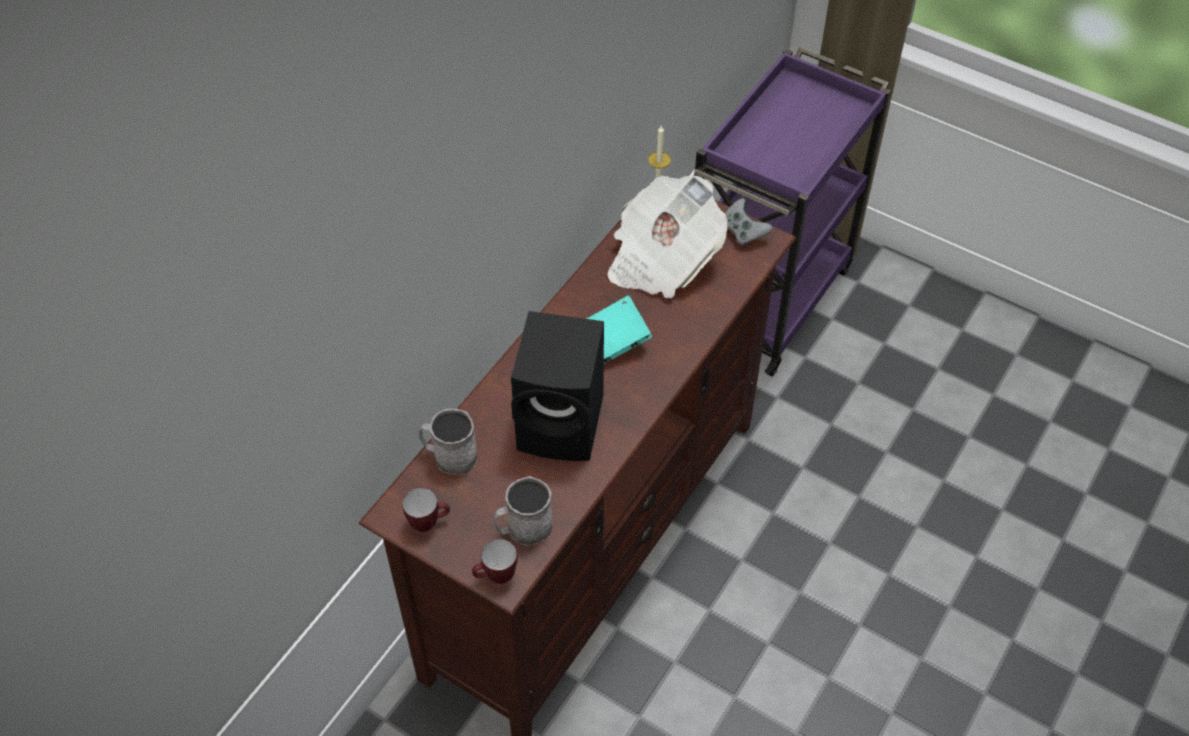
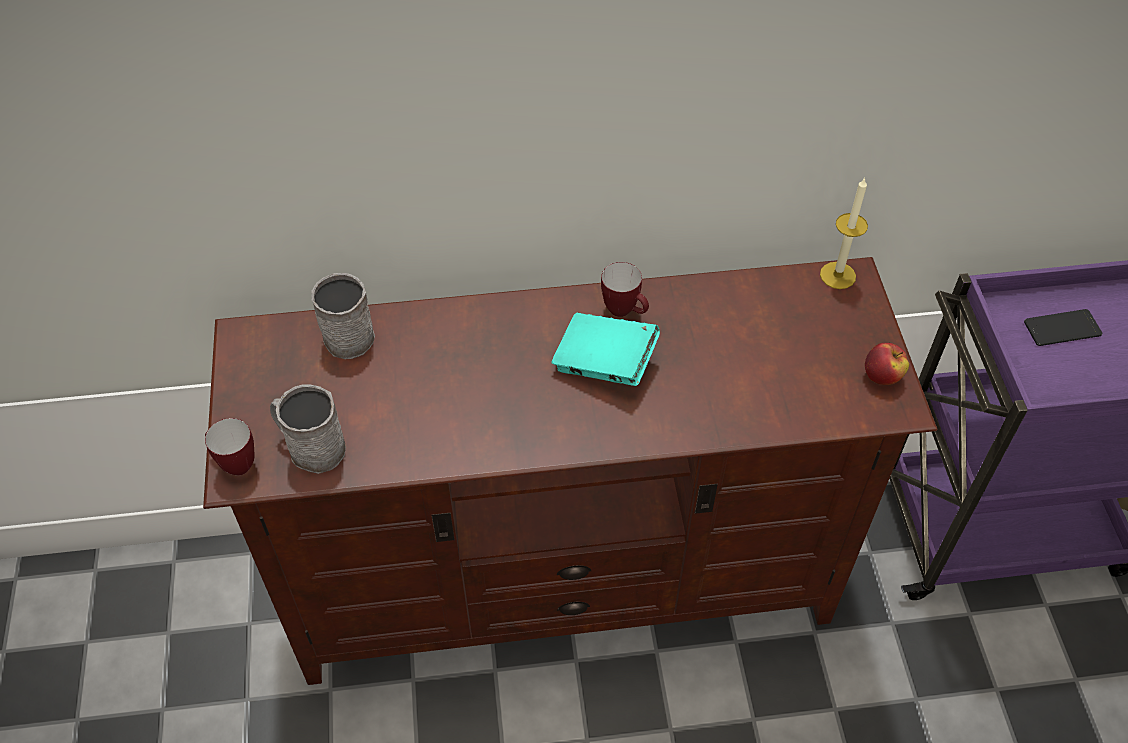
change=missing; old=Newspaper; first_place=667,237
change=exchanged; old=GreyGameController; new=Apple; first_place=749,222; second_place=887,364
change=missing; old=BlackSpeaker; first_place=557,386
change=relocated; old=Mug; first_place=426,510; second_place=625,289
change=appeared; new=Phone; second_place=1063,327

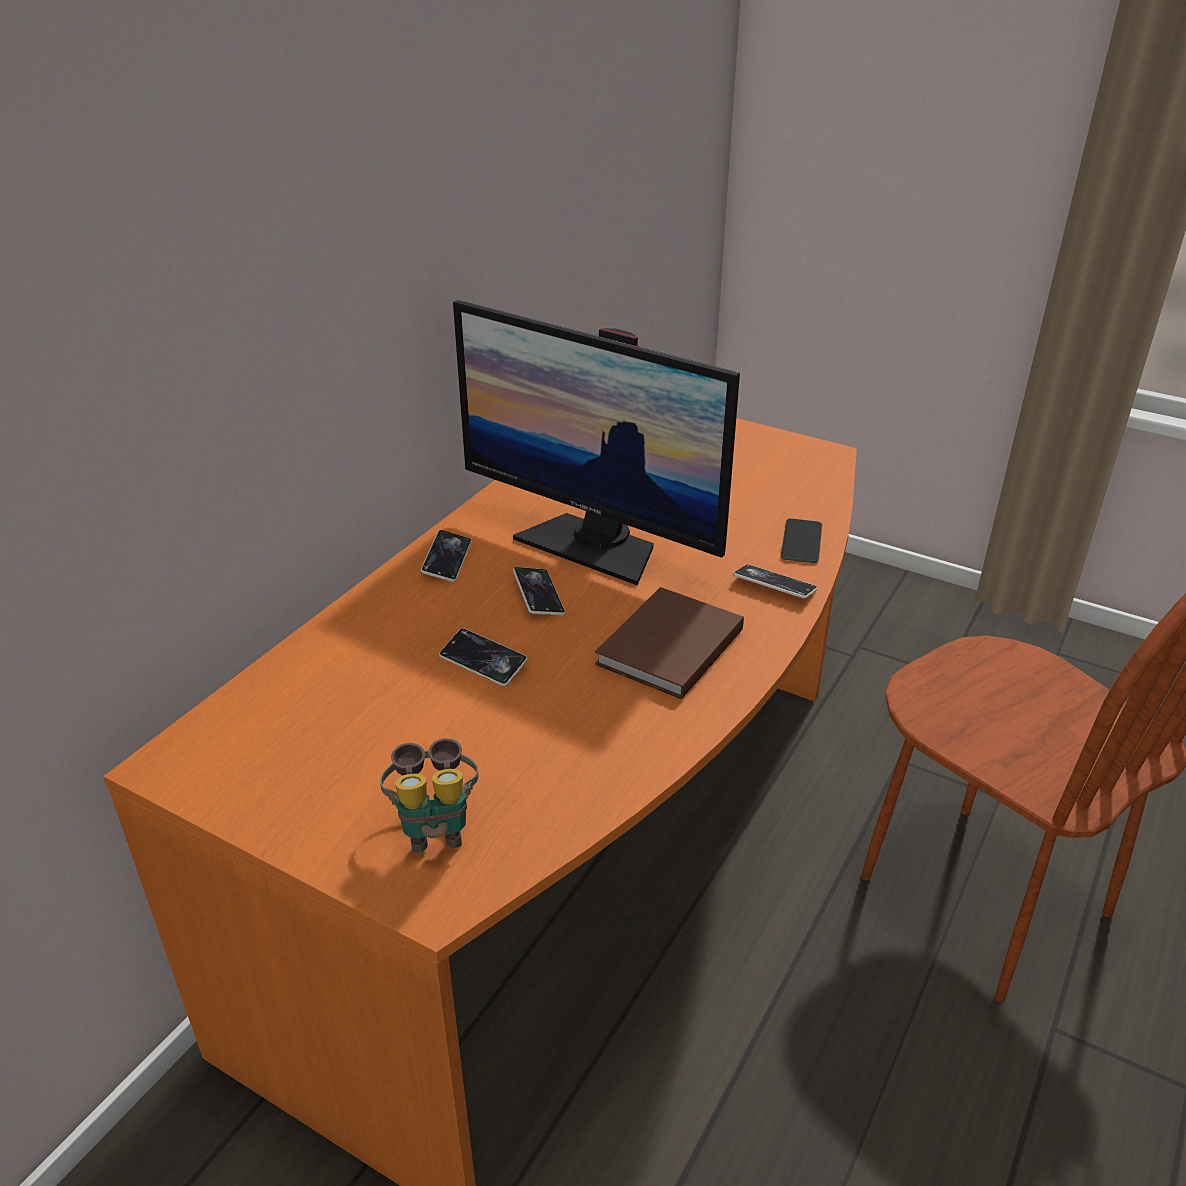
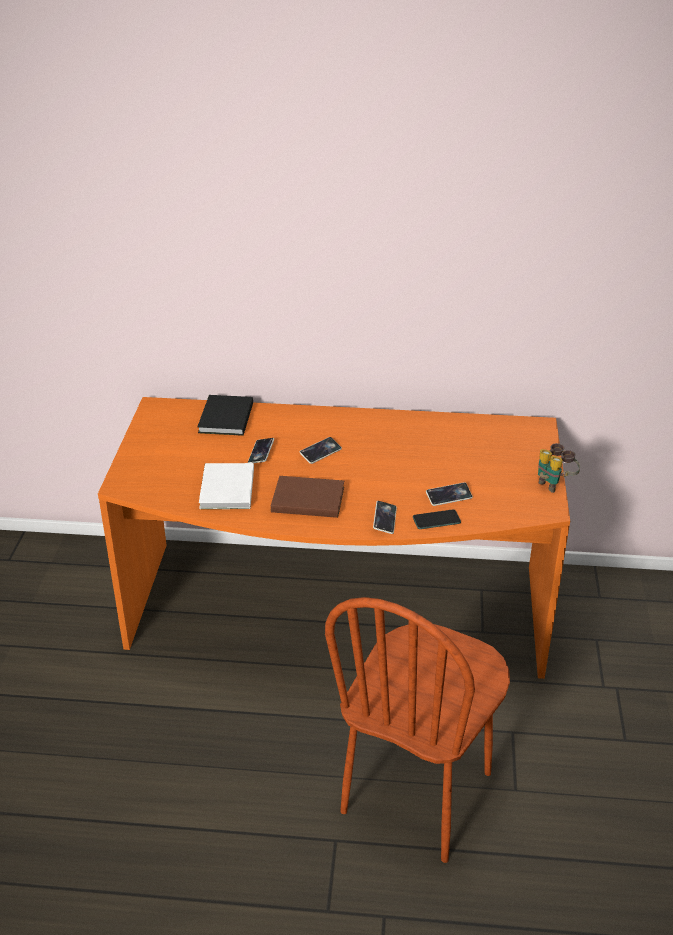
change=missing; old=Monitor; first_place=596,442
change=relocated; old=Phone; first_place=446,556; second_place=449,494
change=relocated; old=Binoculars; first_place=429,795; second_place=559,468
change=appeared; new=BlackBook; second_place=225,415
change=appeared; new=WhiteBook; second_place=226,486

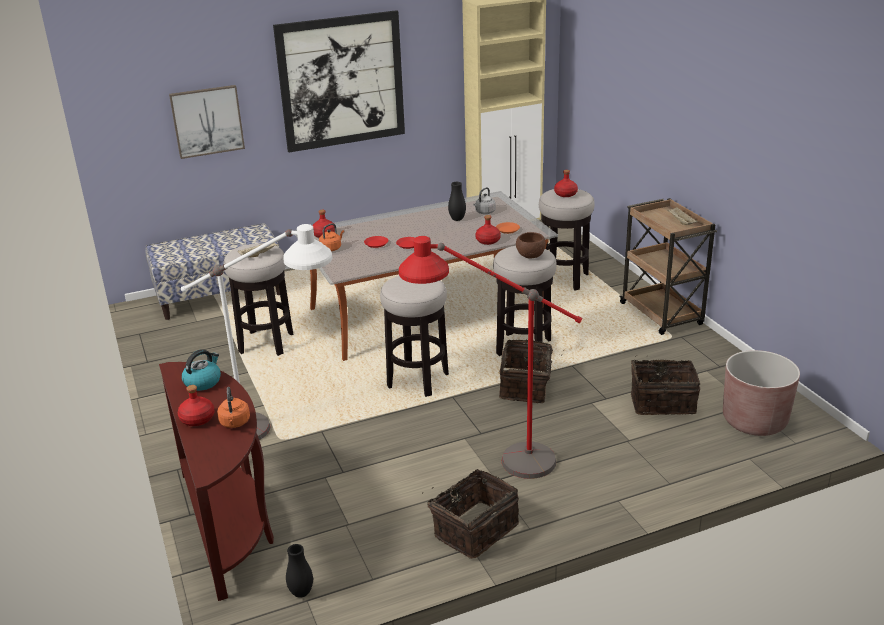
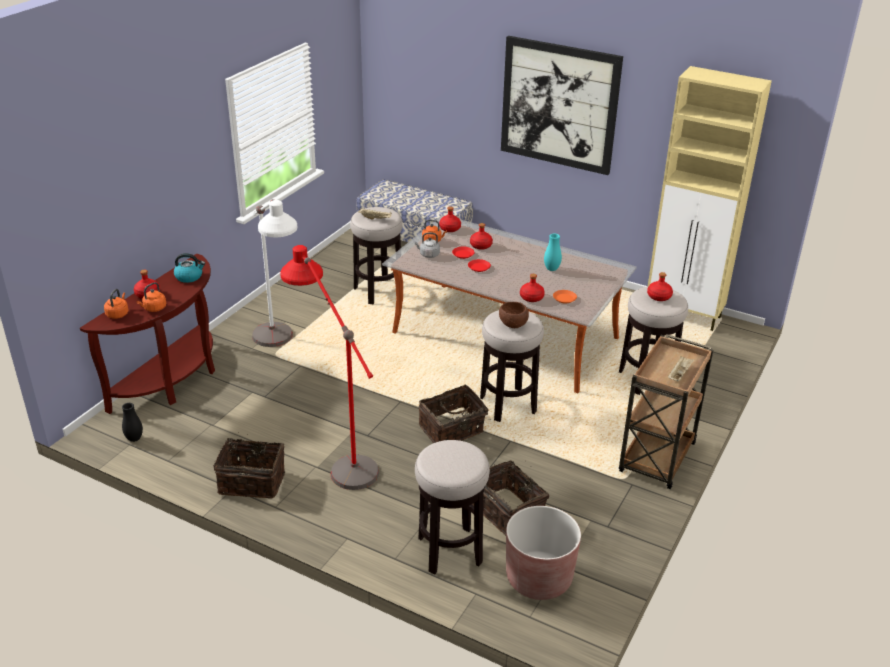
change=missing; old=Picture; first_place=207,122
change=colour; old=BlackVase; new=TurquoiseVase; first_place=457,201; second_place=553,252
change=relocated; old=GreyKettle; first_place=484,200; second_place=427,245
change=relocated; old=Stool; first_place=414,336; second_place=452,507
change=appeared; new=RedBottle; second_place=481,236
change=appeared; new=OrangeKettle; second_place=116,304

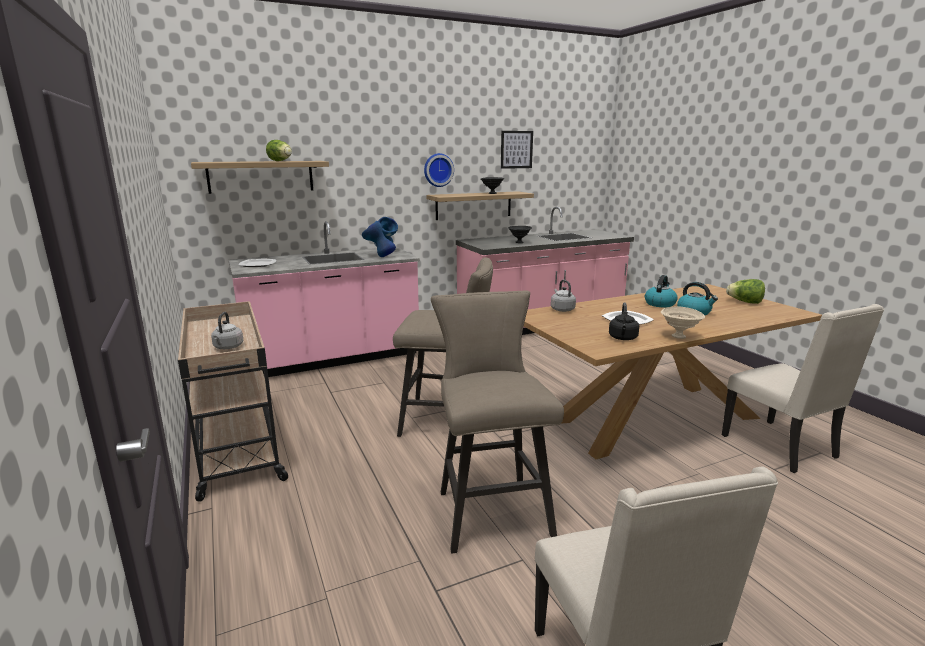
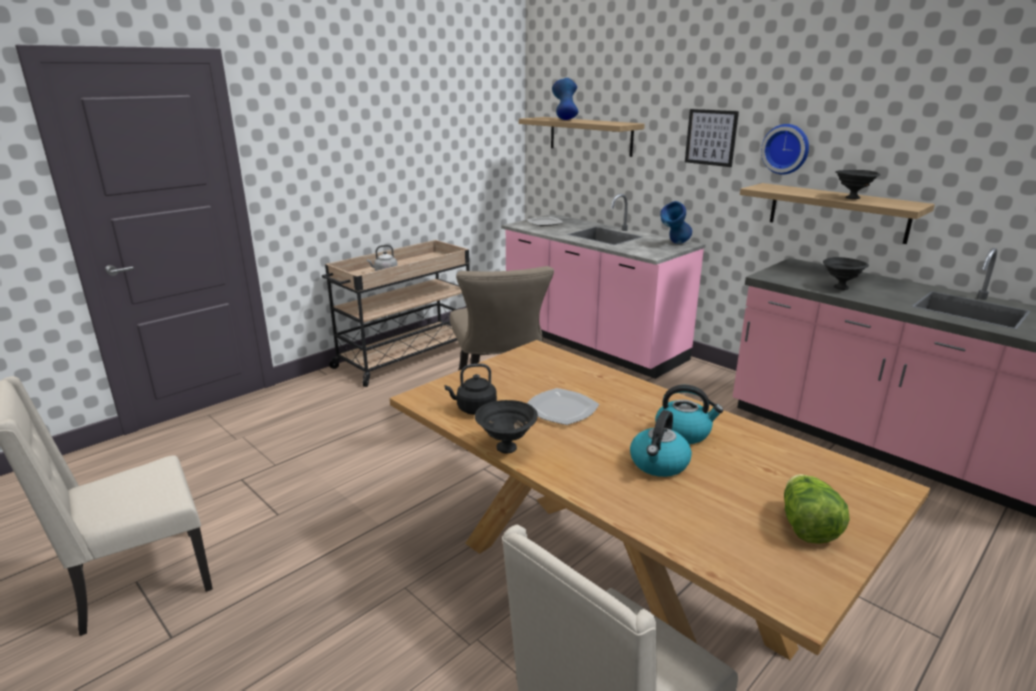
change=relocated; old=Picture; first_place=517,150; second_place=712,138
change=missing; old=Lettuce; first_place=279,150
change=relocated; old=BlueVase; first_place=379,239; second_place=565,99
change=missing; old=GreyKettle; first_place=563,296
change=missing; old=BeigeStool; first_place=497,422
change=colour; old=BeigeBowl; new=BlackBowl; first_place=683,322; second_place=506,426

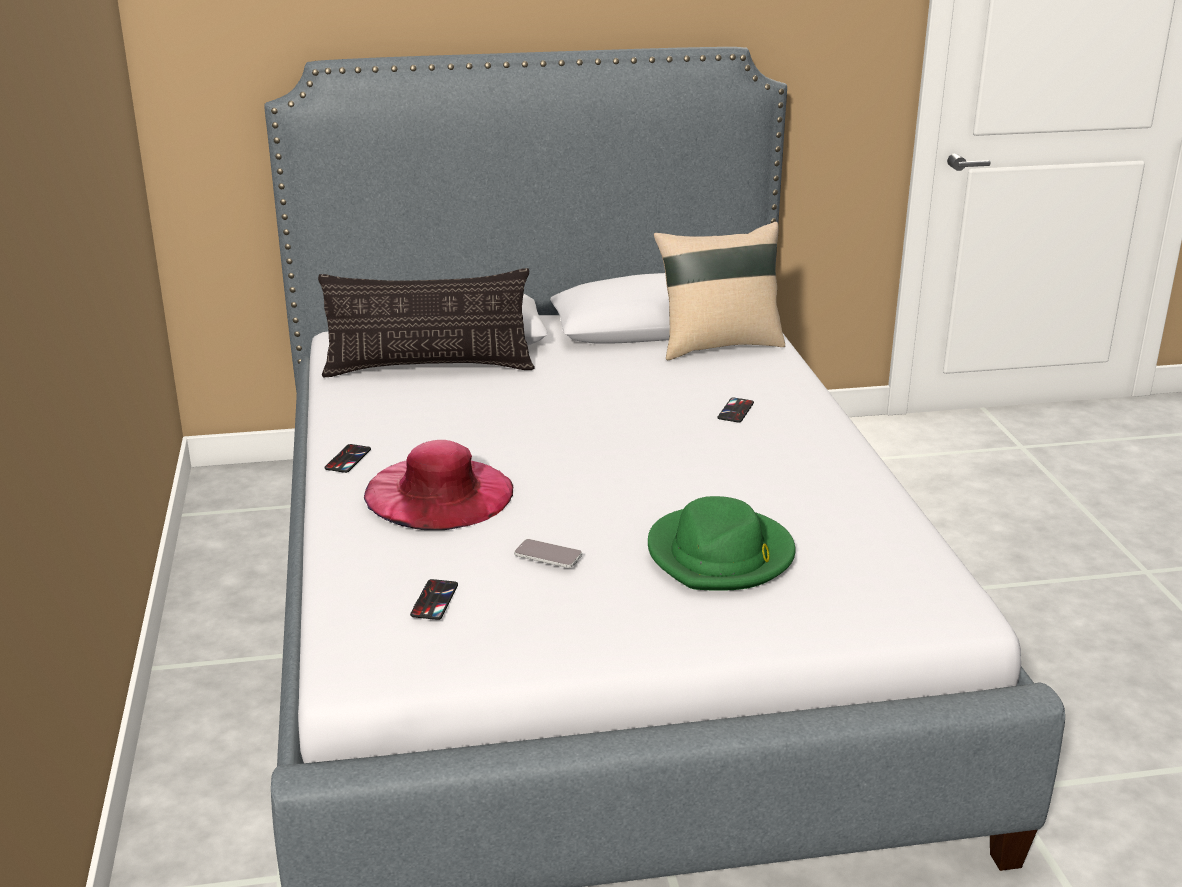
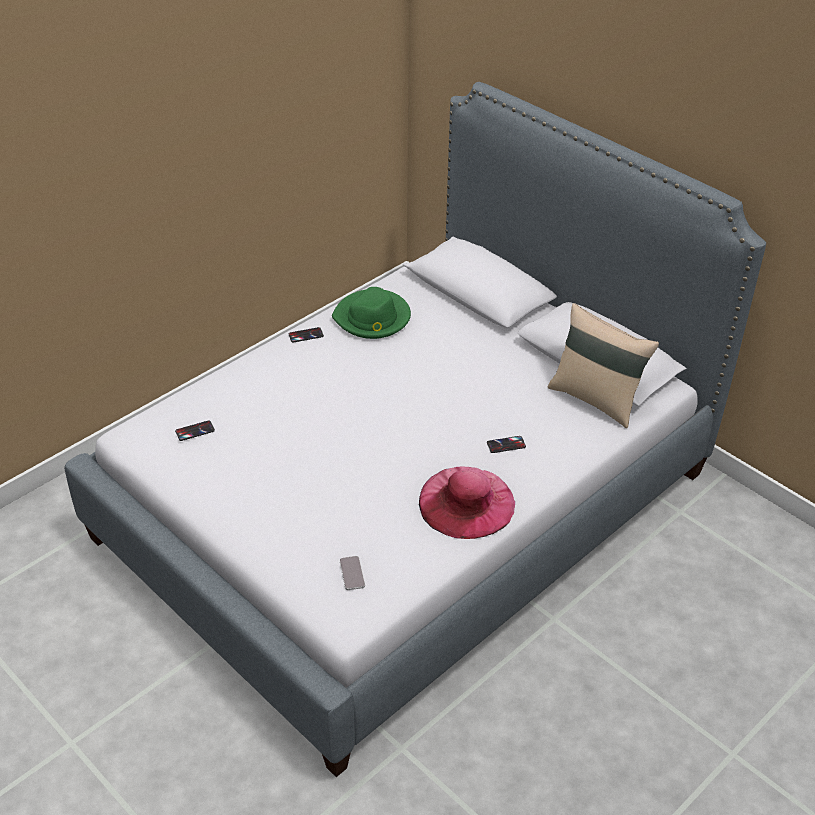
change=missing; old=Pillow; first_place=426,322
change=relocated; old=PinkHat; first_place=438,485; second_place=467,502
change=relocated; old=GreenHat; first_place=722,543; second_place=371,313
change=relocated; old=Phone; first_place=548,553; second_place=352,573

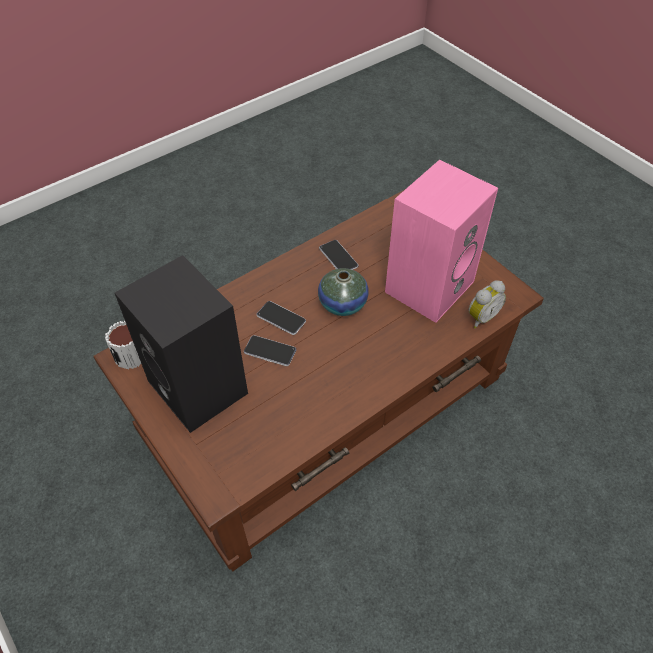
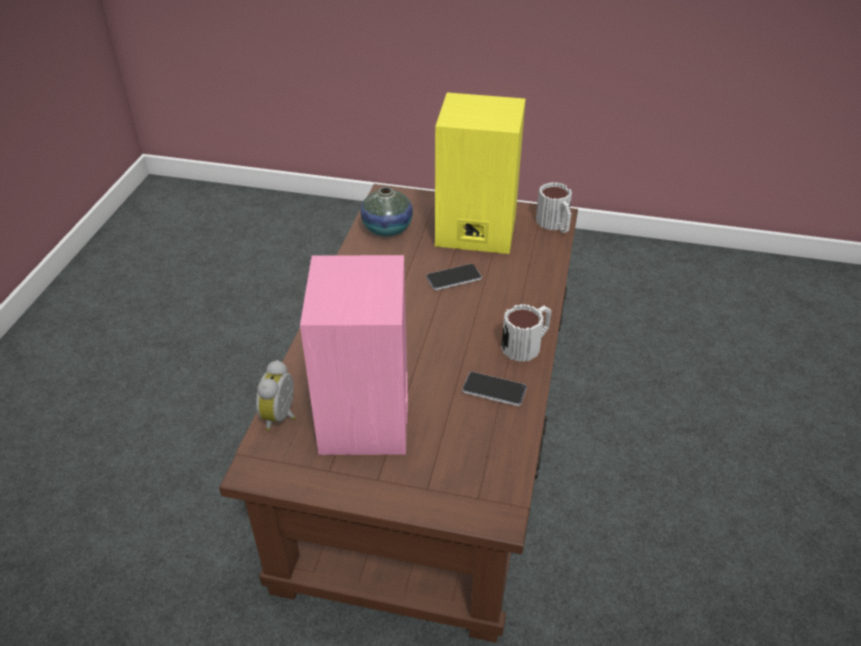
change=colour; old=BlackSpeaker; new=YellowSpeaker; first_place=181,344; second_place=480,173
change=relocated; old=Vase; first_place=343,292; second_place=386,211
change=missing; old=Phone; first_place=281,318
change=appeared; new=Mug; second_place=526,333

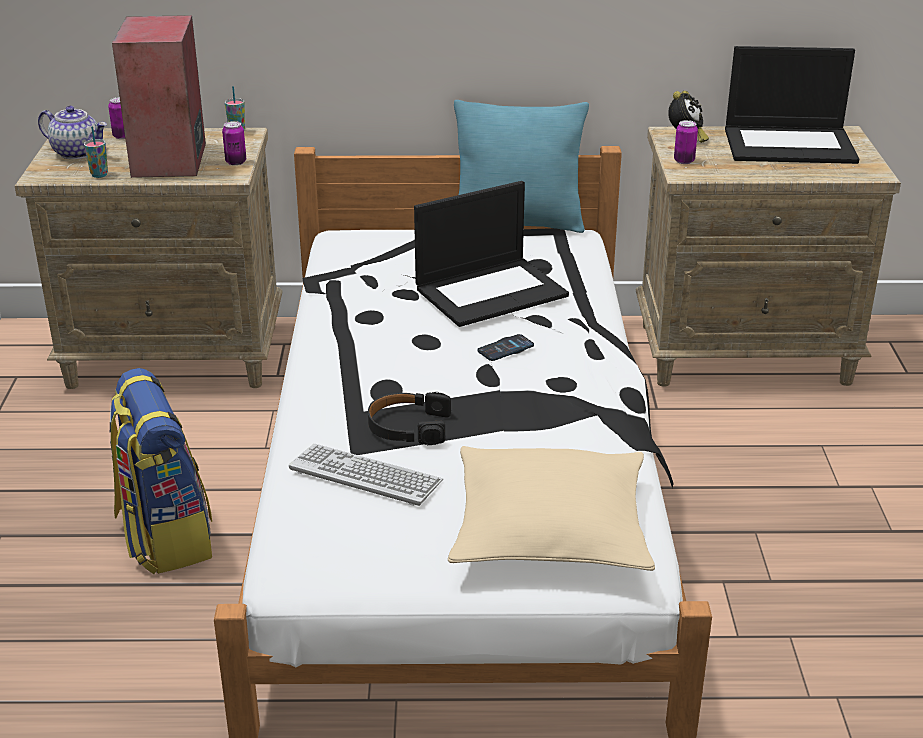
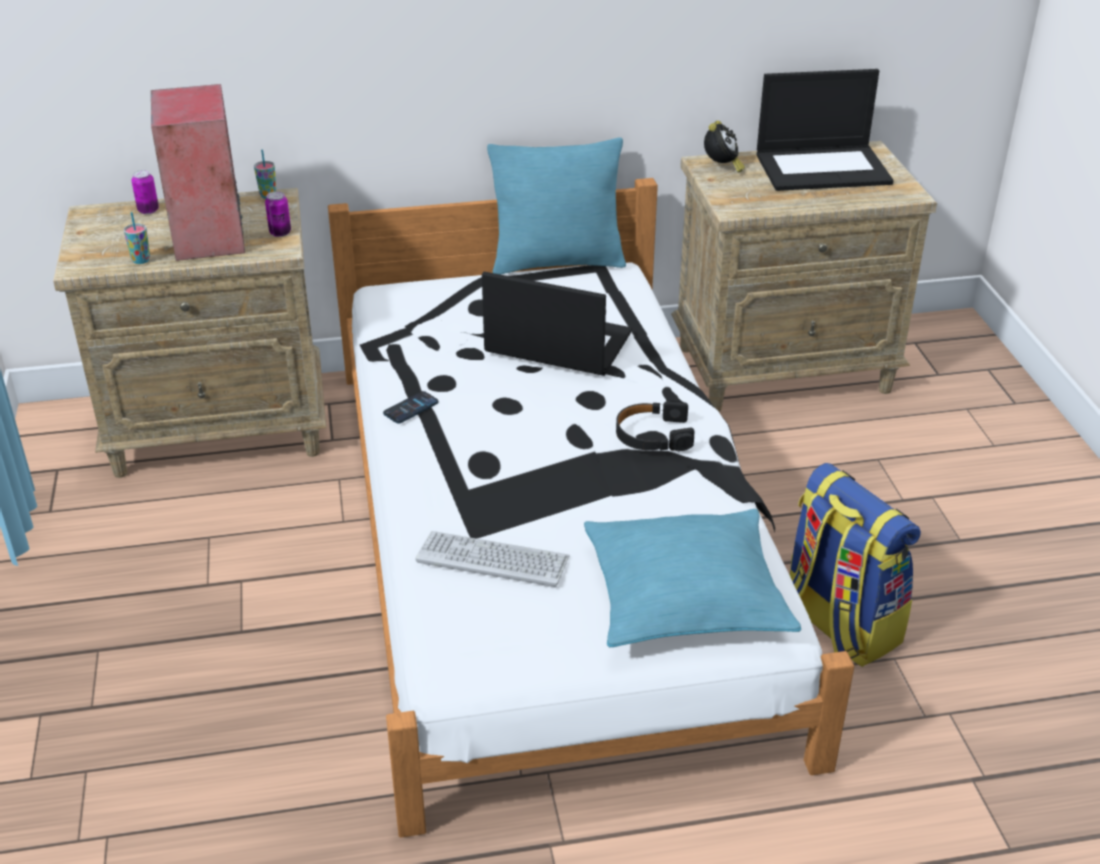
change=missing; old=Teapot; first_place=72,132
change=missing; old=Can; first_place=686,142
change=spun; old=Laptop; first_place=491,254; second_place=557,324; degrees=-120
change=relocated; old=Phone; first_place=505,347; second_place=411,407
change=relocated; old=Backpack; first_place=161,471; second_place=855,565
change=relocated; old=BlackHeadphones; first_place=409,419; second_place=655,425
change=colour; old=BeigePillow; new=TurquoisePillow; first_place=551,508; second_place=692,578

